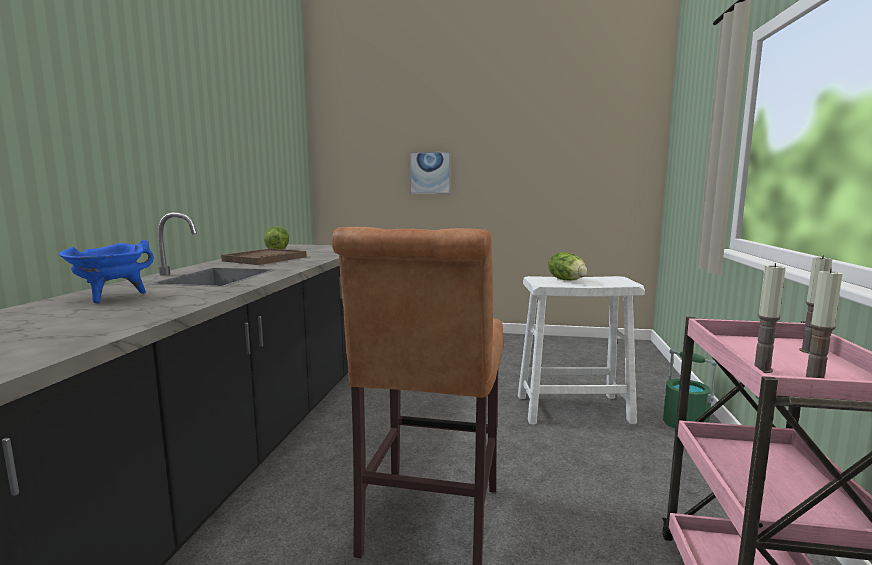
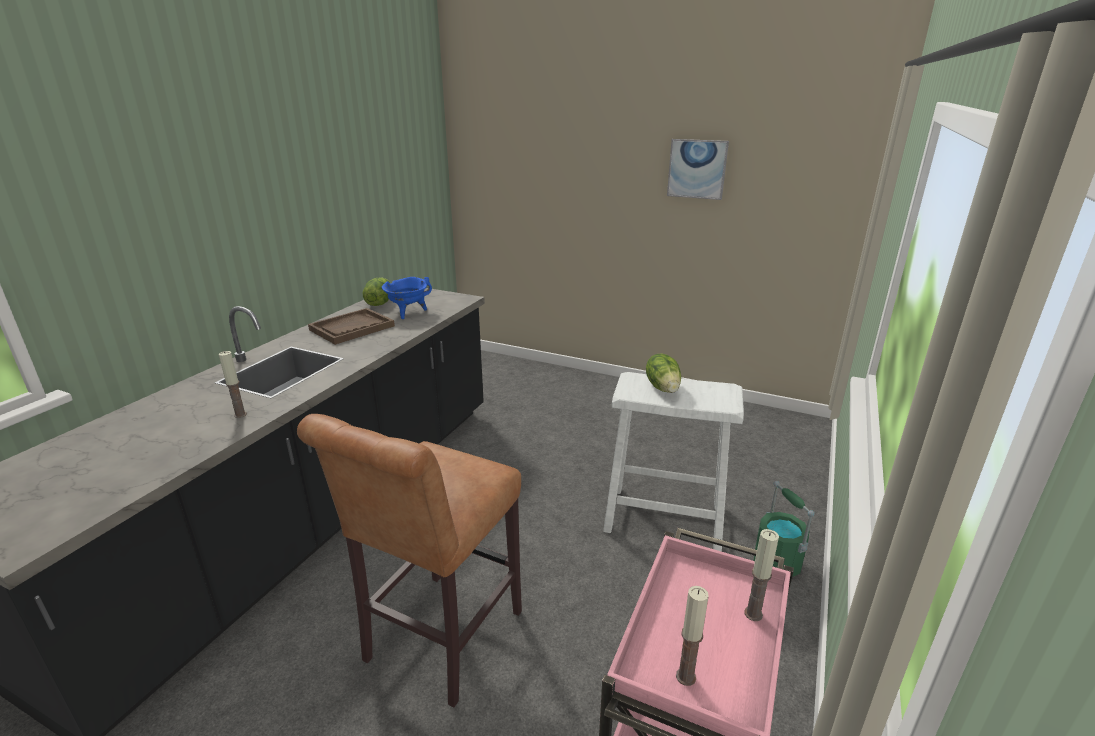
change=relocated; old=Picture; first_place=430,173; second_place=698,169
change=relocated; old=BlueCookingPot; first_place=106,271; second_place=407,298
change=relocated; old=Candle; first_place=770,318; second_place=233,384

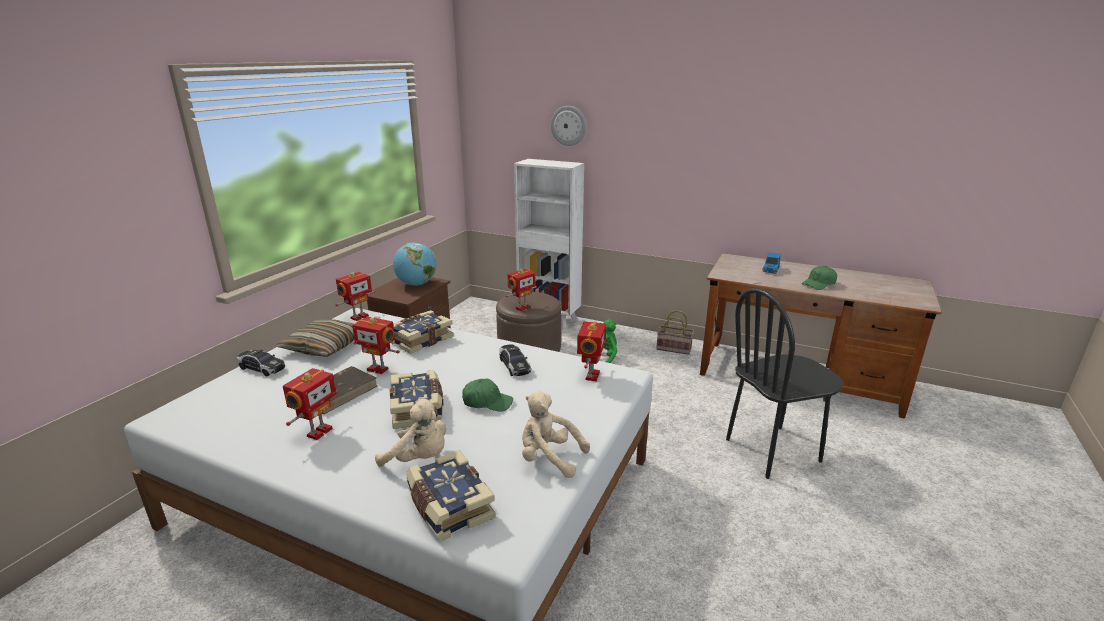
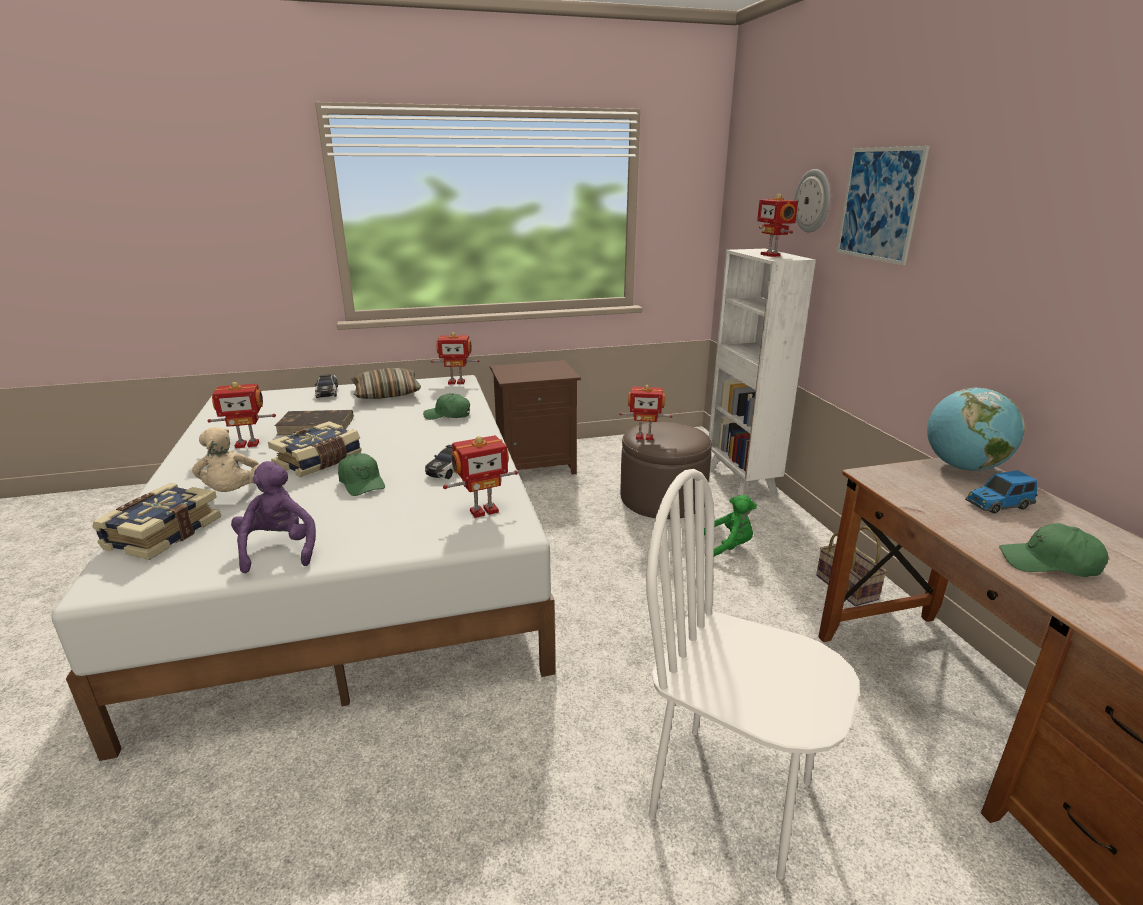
change=relocated; old=Globe; first_place=415,264; second_place=976,429
change=colour; old=BlackChair; new=WhiteChair; first_place=785,383; second_place=752,674
change=exchanged; old=Book; new=GreenCap; first_place=422,332; second_place=446,406
change=relocated; old=ToyRobot; first_place=376,345; second_place=777,225
change=colour; old=BeigePlushToy; new=PurplePlushToy; first_place=556,434; second_place=273,517
change=appeared; new=Picture; second_place=883,205

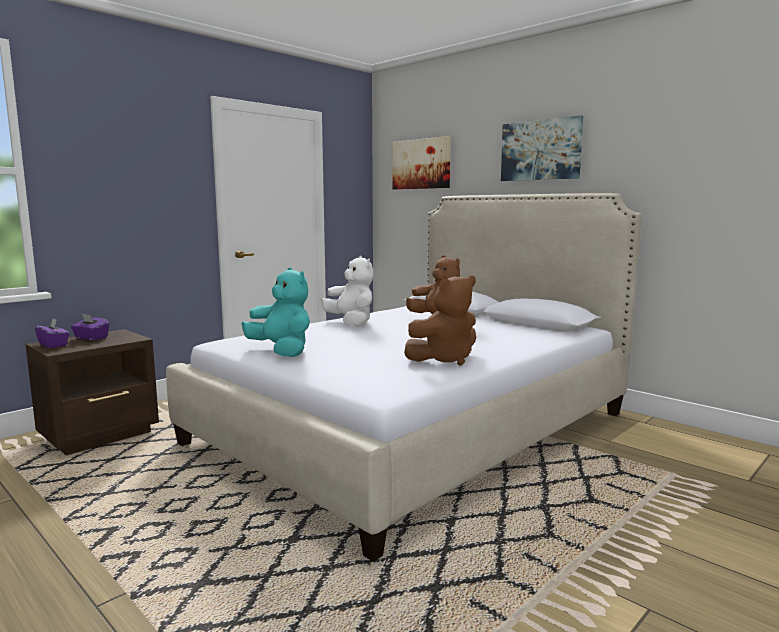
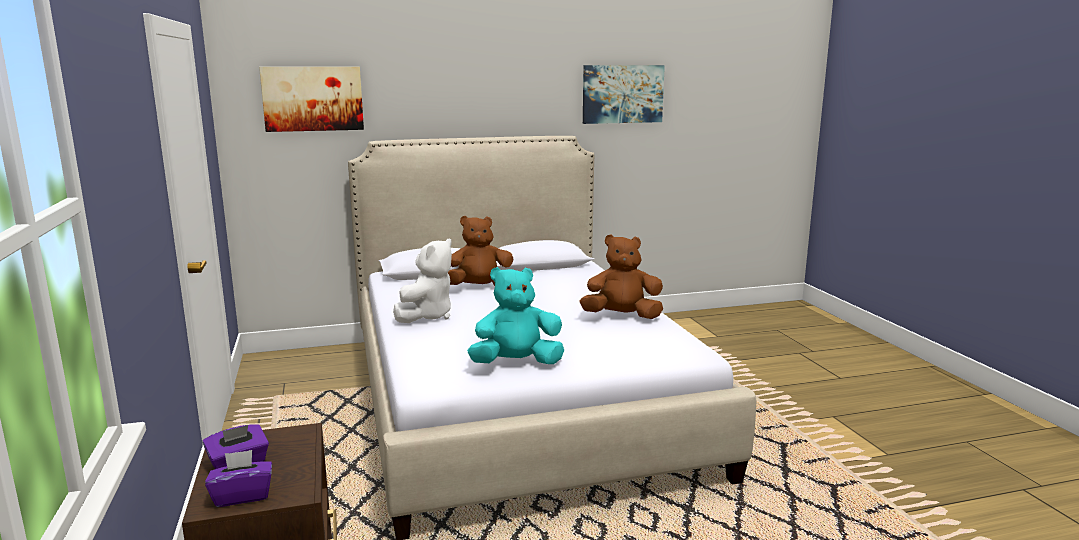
change=relocated; old=Picture; first_place=542,148; second_place=624,94
change=spun; old=WhitePlushToy; first_place=347,291; second_place=422,280; degrees=120
change=spun; old=BrownPlushToy; first_place=440,320; second_place=621,277; degrees=-90

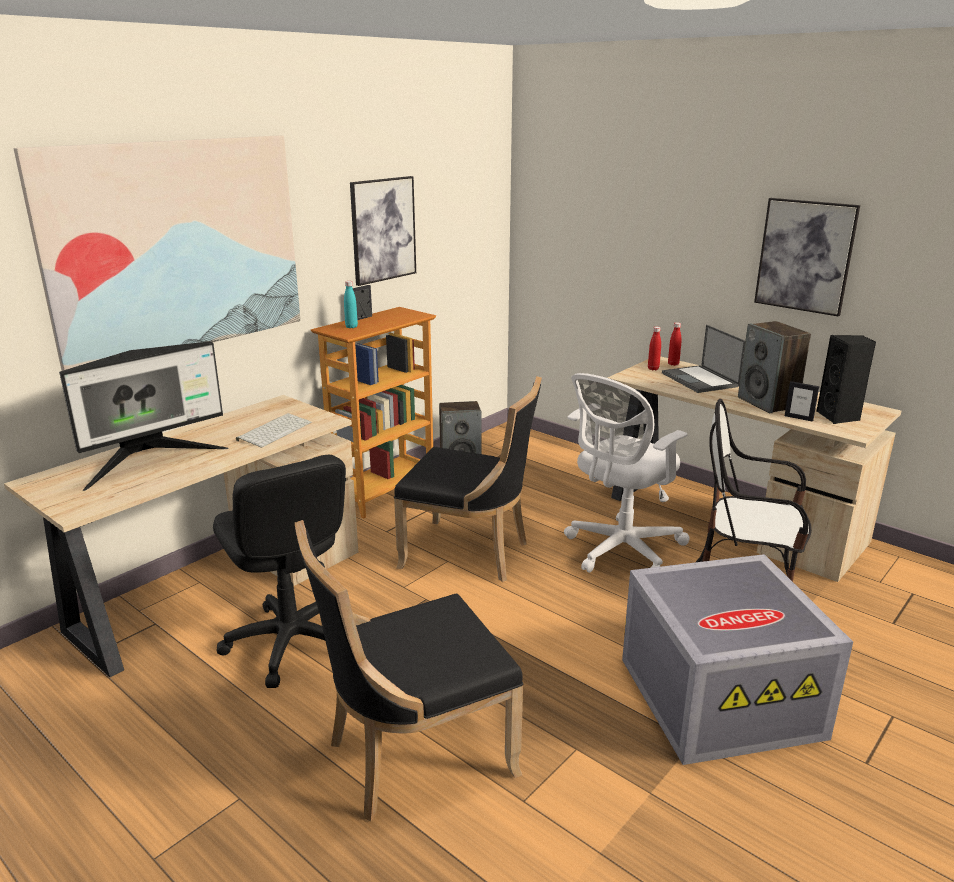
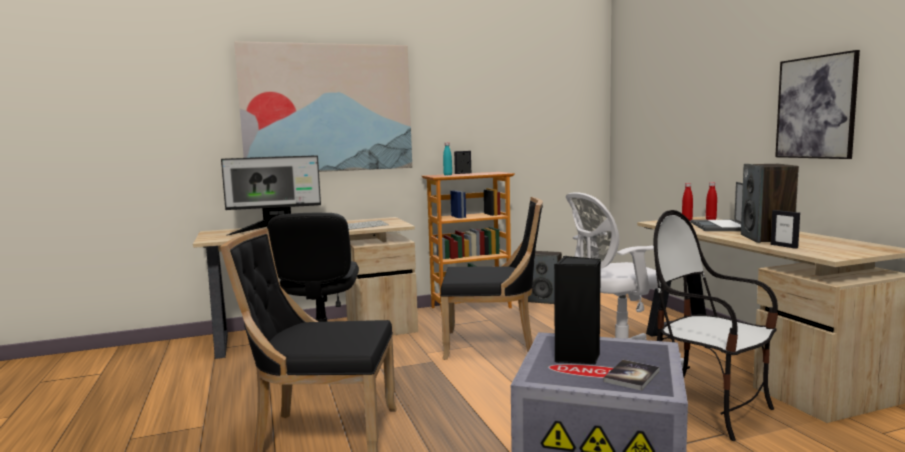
change=missing; old=Picture; first_place=383,231
change=relocated; old=BlackSpeaker; first_place=846,379; second_place=577,310
change=spun; old=BlackChair; first_place=468,479; second_place=492,278; degrees=-45
change=appeared; new=Book; second_place=631,375

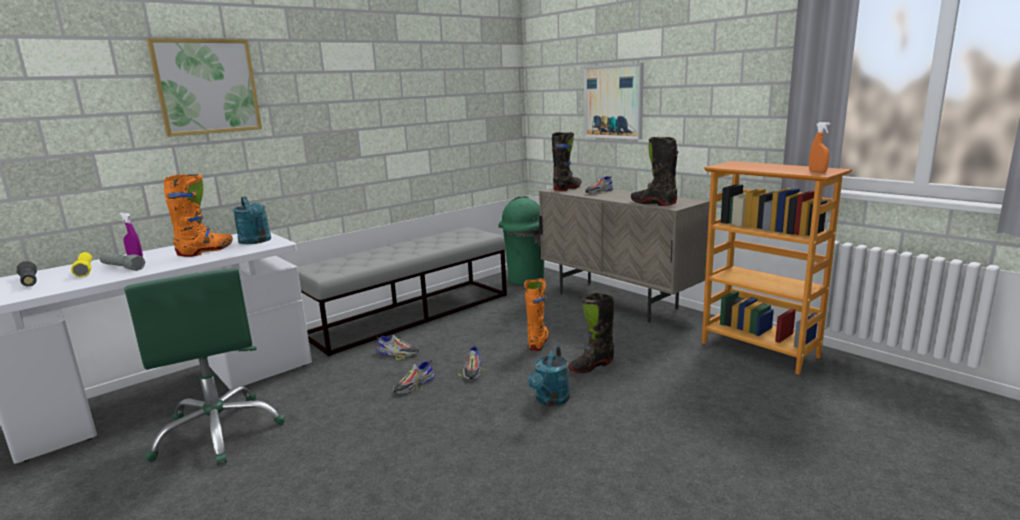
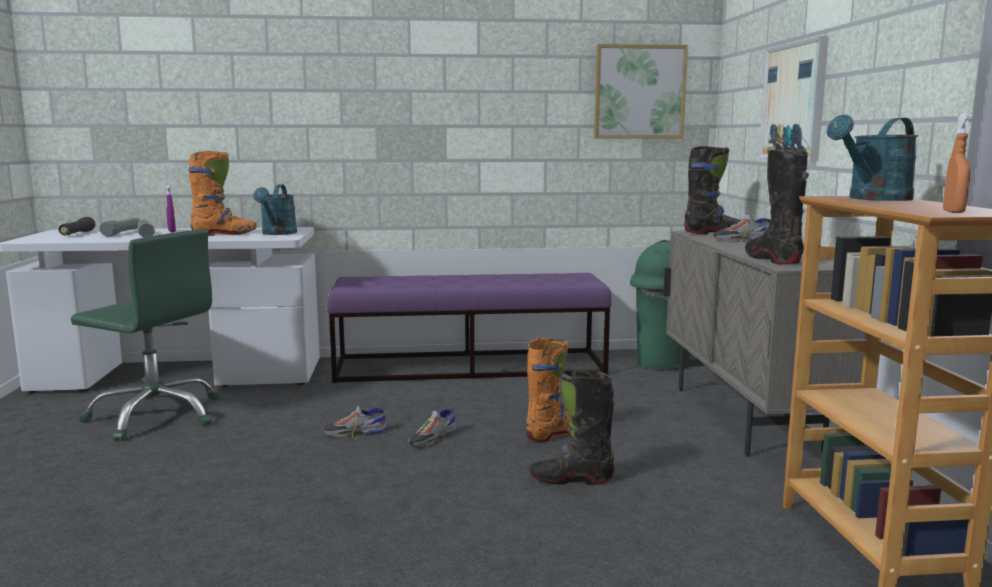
change=relocated; old=Picture; first_place=204,87; second_place=641,91
change=colour; old=GreyBench; new=PurpleBench; first_place=402,291; second_place=469,328
change=colour; old=YellowFlashlight; new=GreyFlashlight; first_place=81,264; second_place=120,227
change=spun; old=GreenOfficeChair; first_place=205,366; second_place=145,335; degrees=-75
change=missing; old=Shoe; first_place=398,347
change=relocated; old=TurquoiseWateringCan; first_place=549,376; second_place=872,158

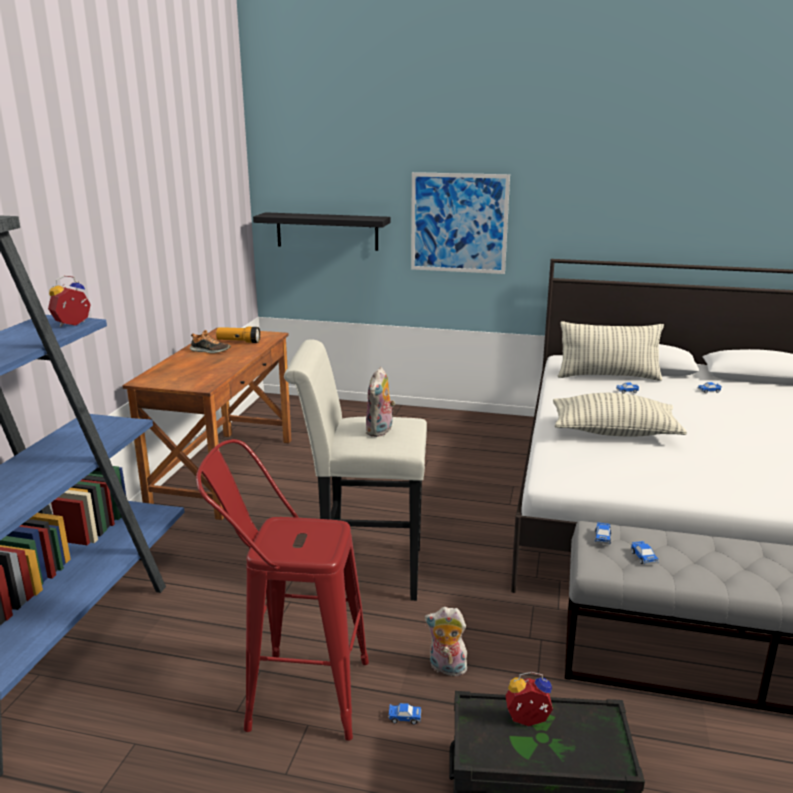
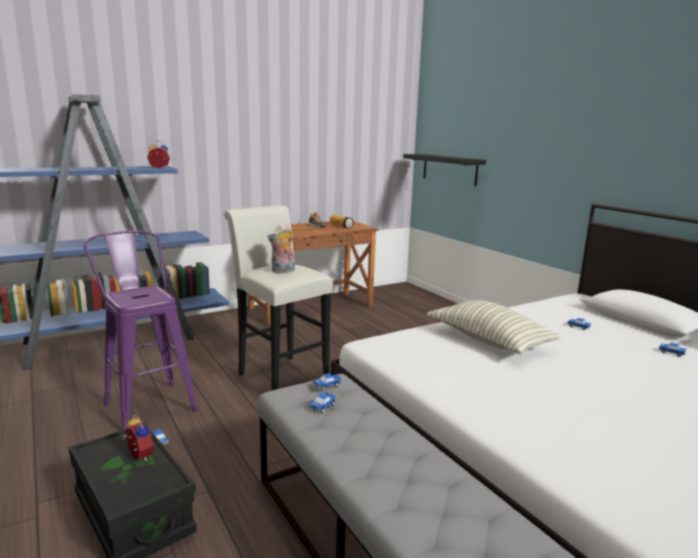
change=missing; old=Picture; first_place=460,223
change=missing; old=Pillow; first_place=611,351
change=colour; old=RedStool; new=PurpleStool; first_place=282,590; second_place=140,330
change=missing; old=PlushToy; first_place=446,641

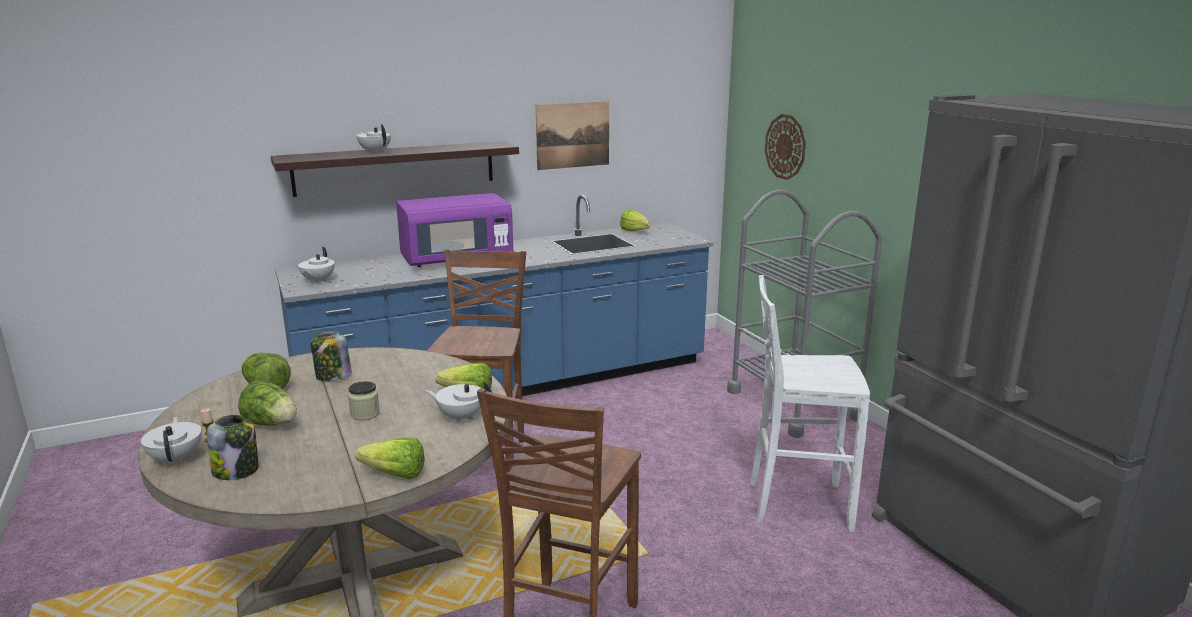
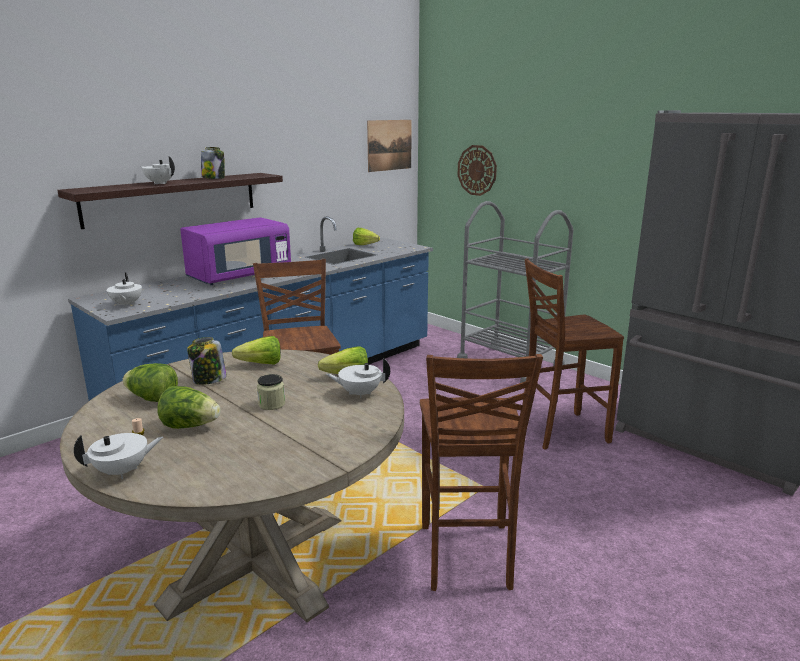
change=relocated; old=Picture; first_place=572,135; second_place=389,146
change=colour; old=WhiteStool; new=BrownStool; first_place=810,403; second_place=574,354
change=relocated; old=Jar; first_place=233,447; second_place=213,163
change=spun; old=WhiteTeapot; first_place=171,441; second_place=118,456; degrees=105
change=relocated; old=Lettuce; first_place=390,458; second_place=256,350

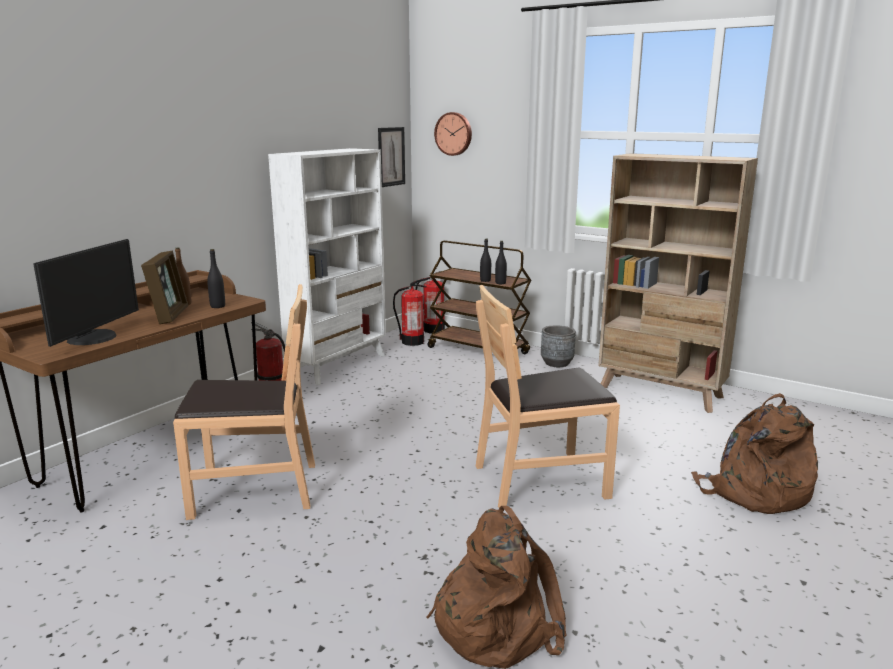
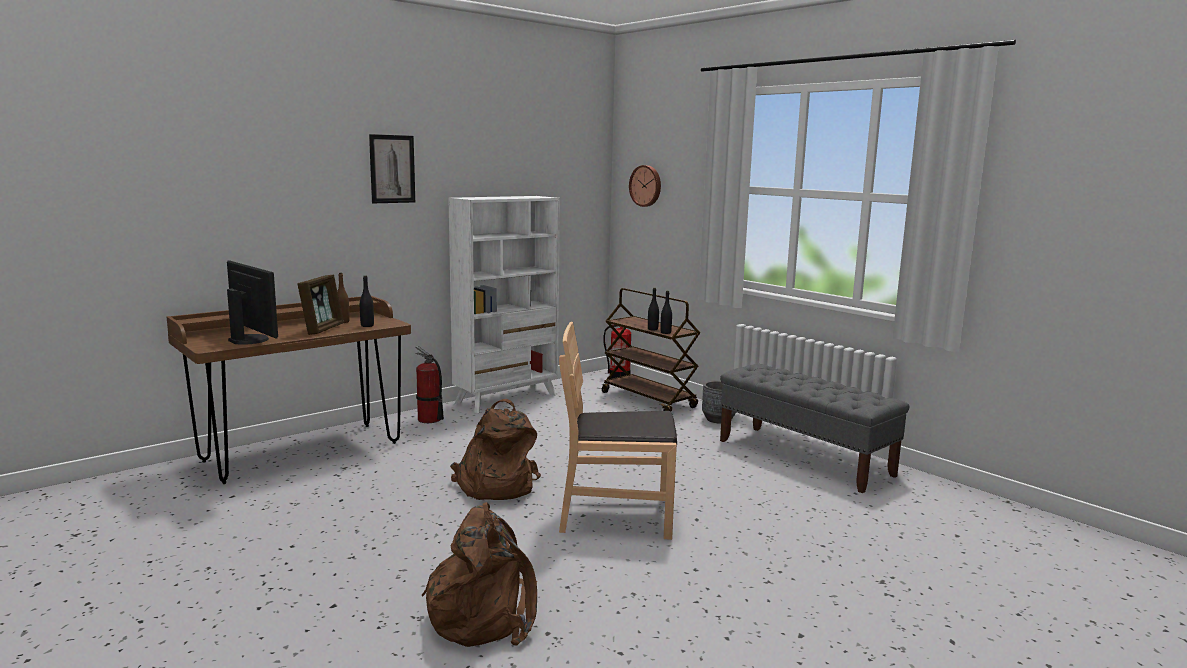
change=relocated; old=Picture; first_place=391,157; second_place=392,168
change=exchanged; old=BeigeBookcase; new=GreyBench; first_place=678,283; second_place=814,428
change=spun; old=Monitor; first_place=86,293; second_place=252,302; degrees=-75
change=missing; old=FireExtinguisher; first_place=410,312
change=missing; old=BrownChair; first_place=244,402
change=relocated; old=BrownBackpack; first_place=754,453; second_place=495,449

